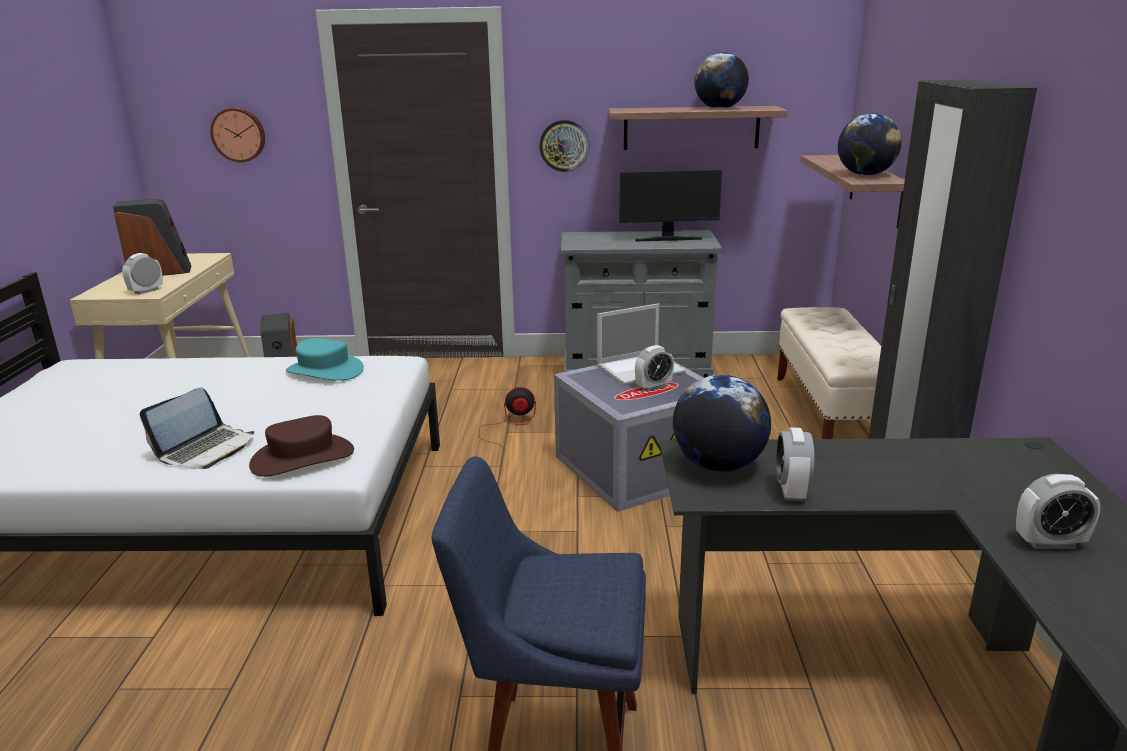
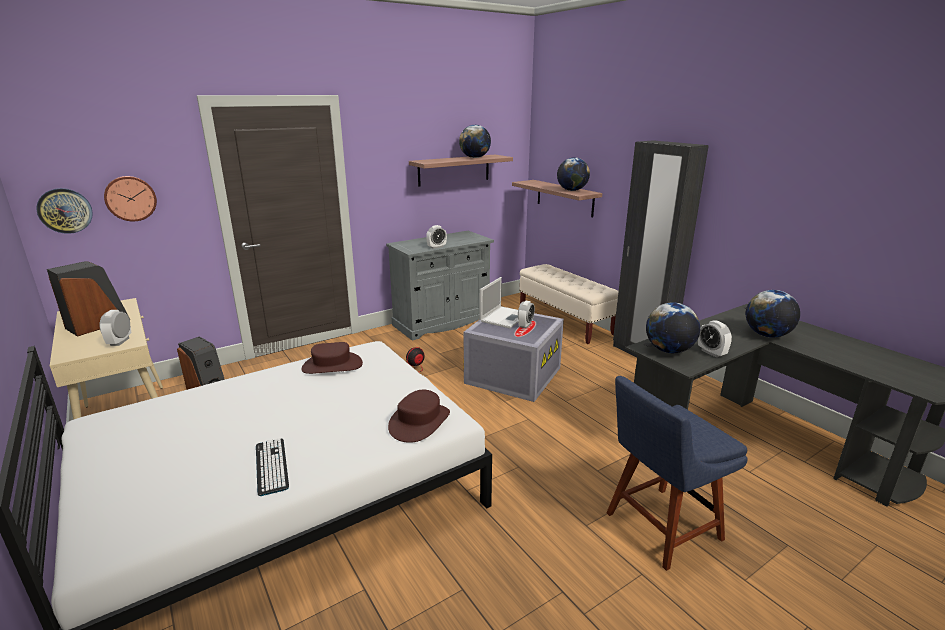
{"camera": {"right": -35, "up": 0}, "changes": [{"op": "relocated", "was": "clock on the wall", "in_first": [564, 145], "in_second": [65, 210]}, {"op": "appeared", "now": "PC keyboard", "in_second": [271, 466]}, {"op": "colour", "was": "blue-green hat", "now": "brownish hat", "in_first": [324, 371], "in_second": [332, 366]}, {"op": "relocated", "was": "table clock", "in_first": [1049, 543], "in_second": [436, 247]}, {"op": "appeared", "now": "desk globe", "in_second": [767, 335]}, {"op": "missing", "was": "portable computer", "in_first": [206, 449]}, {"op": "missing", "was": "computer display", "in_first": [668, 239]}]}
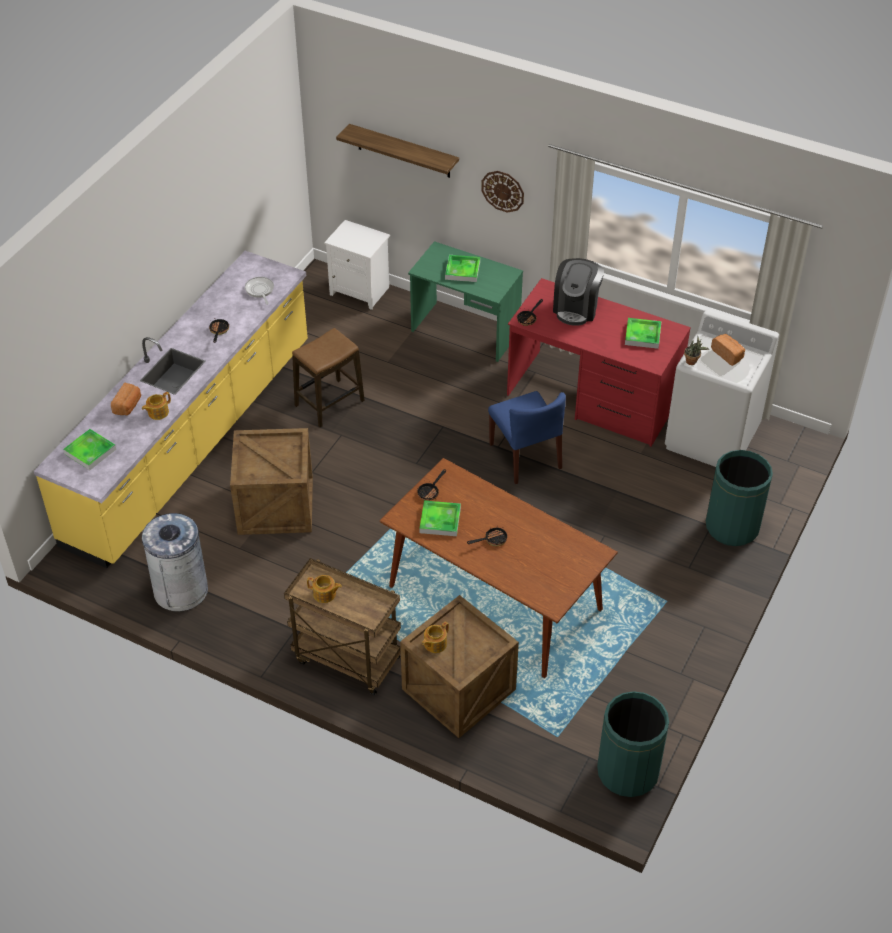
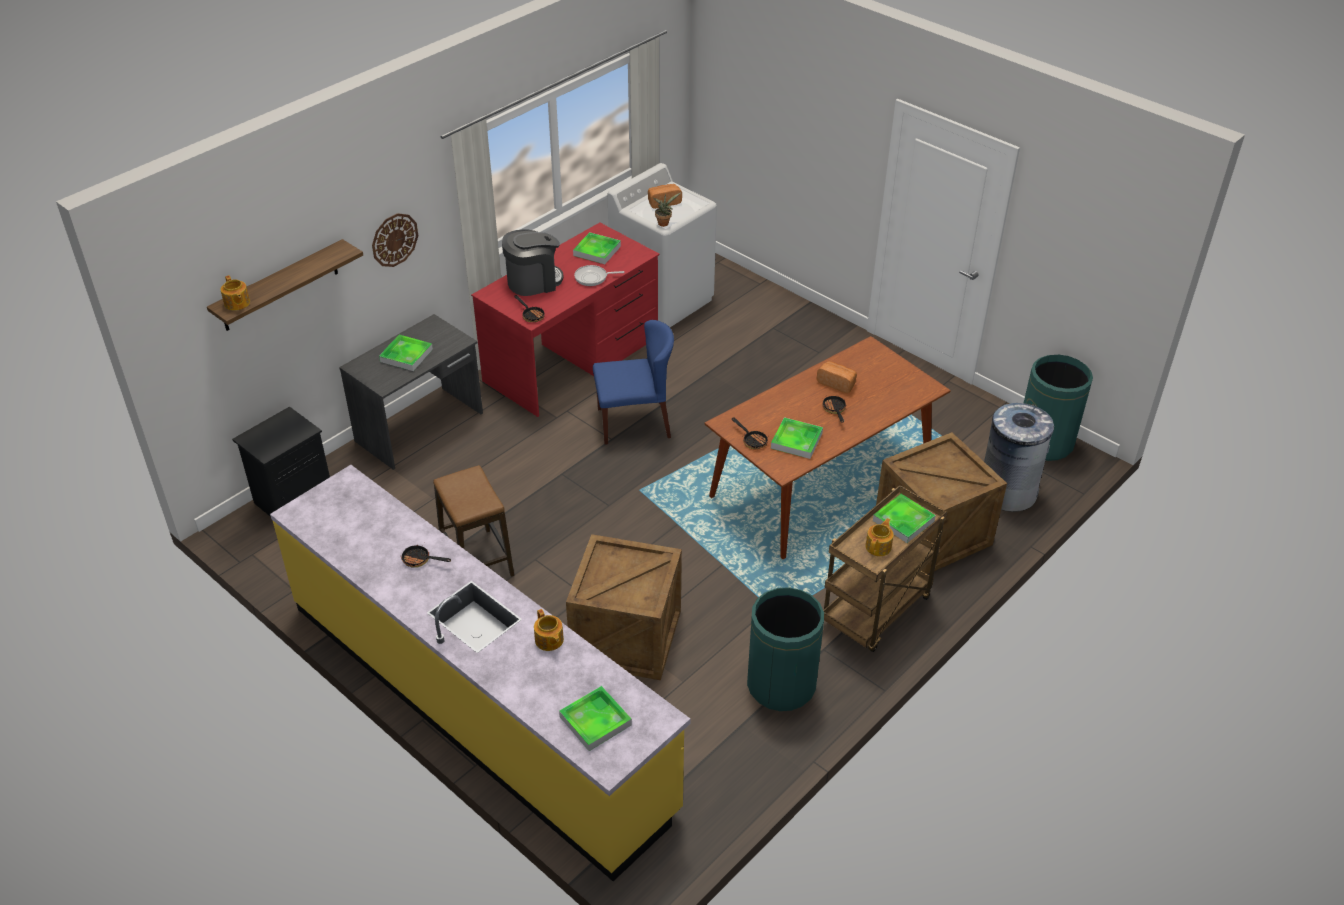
{"camera": {"right": -75, "up": -5}, "changes": [{"op": "relocated", "was": "tea pot", "in_first": [434, 644], "in_second": [237, 303]}, {"op": "colour", "was": "white nightstand", "now": "blackish nightstand", "in_first": [361, 291], "in_second": [293, 498]}, {"op": "colour", "was": "green desk", "now": "gray desk", "in_first": [465, 332], "in_second": [421, 427]}, {"op": "spun", "was": "coffee brewer", "in_first": [576, 308], "in_second": [533, 281], "clockwise": -60}, {"op": "relocated", "was": "frying pan", "in_first": [260, 290], "in_second": [593, 278]}, {"op": "relocated", "was": "green trash can", "in_first": [732, 526], "in_second": [781, 685]}, {"op": "relocated", "was": "bakery bread", "in_first": [128, 406], "in_second": [837, 383]}, {"op": "appeared", "now": "serving tray", "in_second": [903, 521]}, {"op": "relocated", "was": "gray trash can", "in_first": [181, 590], "in_second": [1007, 491]}]}
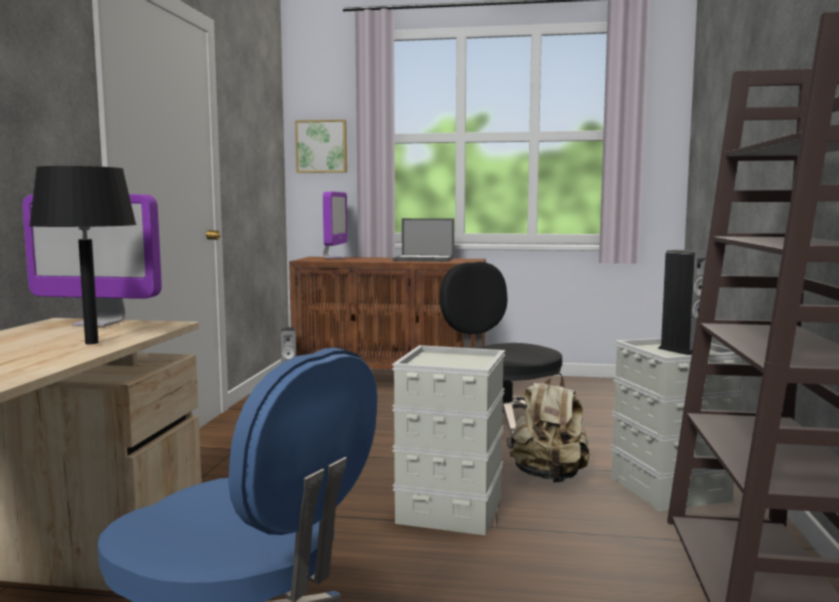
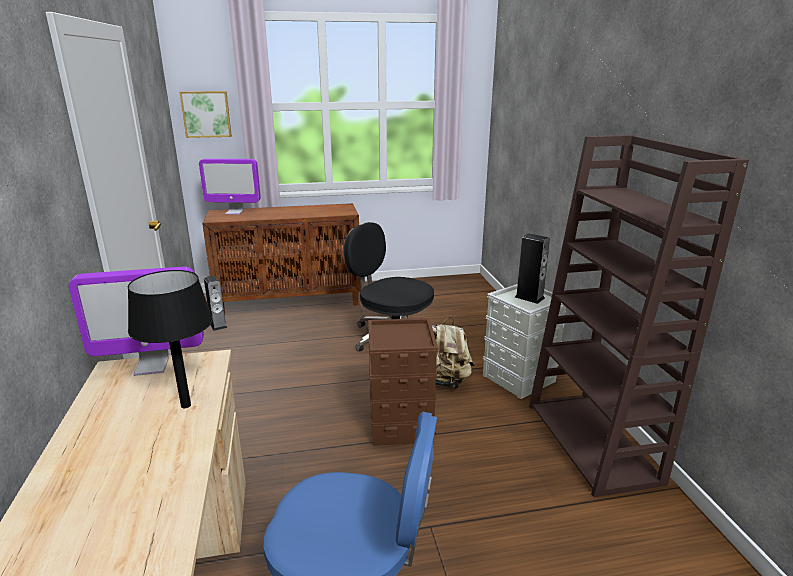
{"camera": {"right": -20, "up": 15}, "changes": [{"op": "spun", "was": "computer display", "in_first": [334, 258], "in_second": [234, 212], "clockwise": 105}, {"op": "colour", "was": "gray storage box", "now": "brownish storage box", "in_first": [451, 510], "in_second": [401, 425]}, {"op": "missing", "was": "portable computer", "in_first": [425, 259]}]}
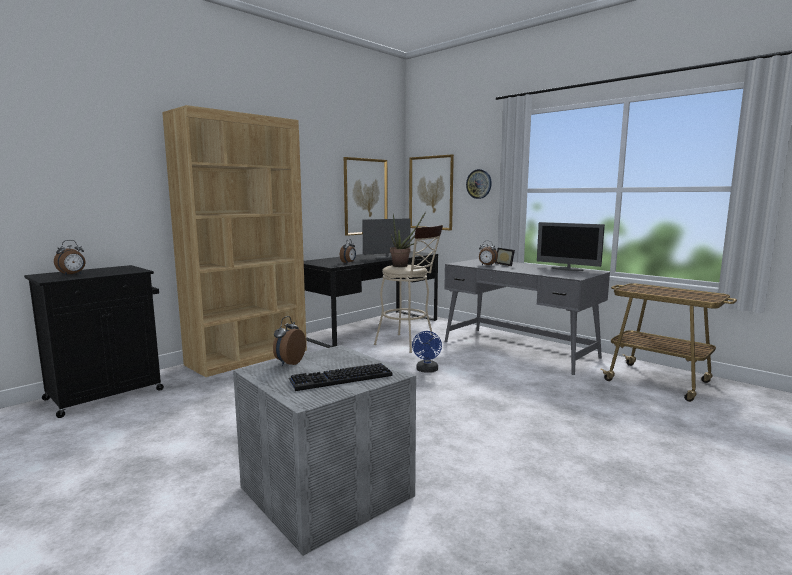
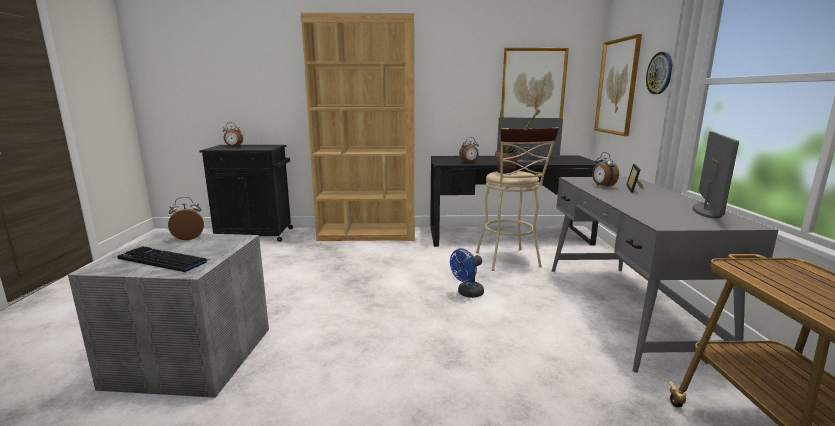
{"camera": {"right": 45, "up": 5}, "changes": [{"op": "spun", "was": "computer display", "in_first": [567, 269], "in_second": [707, 211], "clockwise": -150}]}
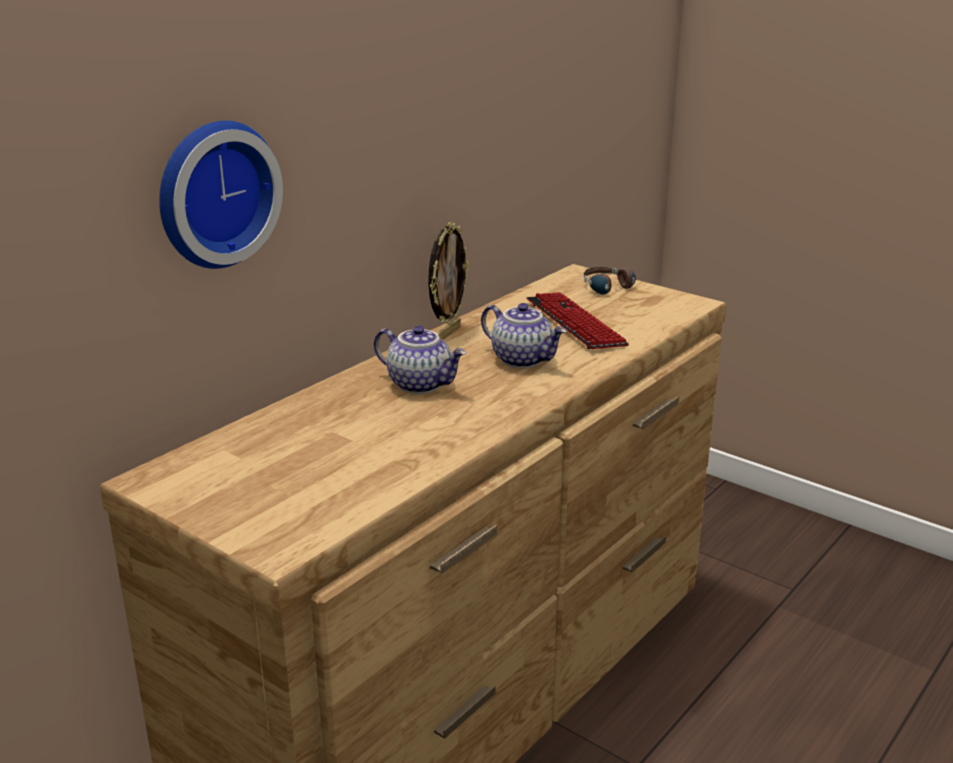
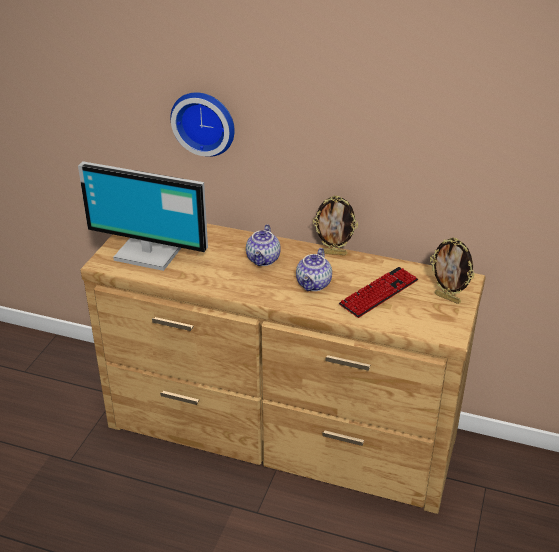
{"camera": {"right": 70, "up": 10}, "changes": [{"op": "appeared", "now": "computer display", "in_second": [148, 253]}, {"op": "exchanged", "was": "headphones", "now": "photo frame", "in_first": [612, 290], "in_second": [448, 298]}]}
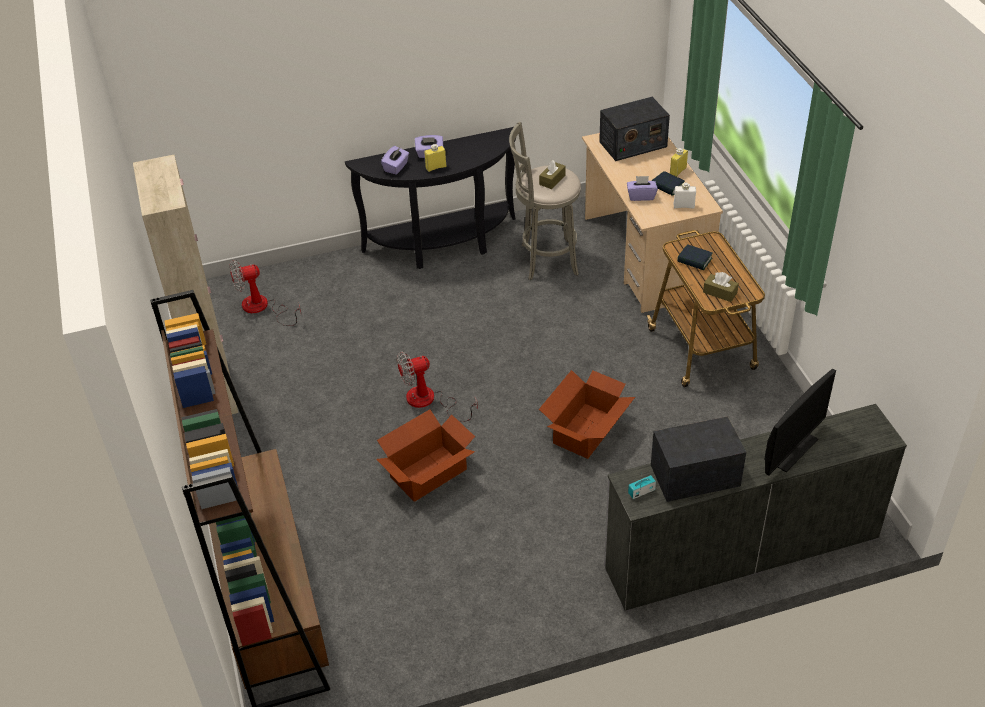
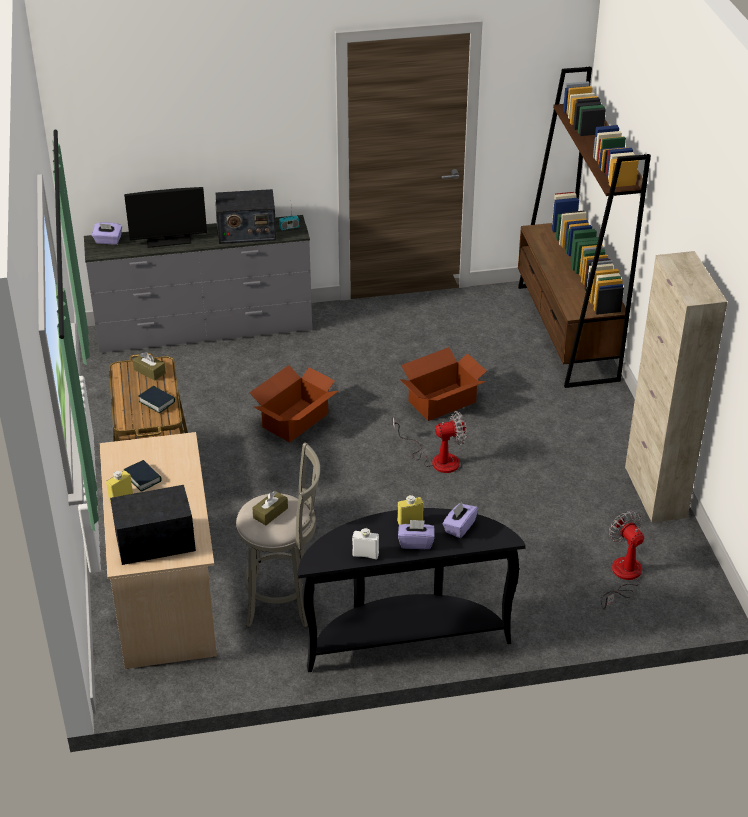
{"camera": {"right": -175, "up": -5}, "changes": [{"op": "relocated", "was": "purple box of tissues", "in_first": [641, 196], "in_second": [108, 241]}, {"op": "spun", "was": "computer display", "in_first": [791, 449], "in_second": [168, 240], "clockwise": -150}, {"op": "relocated", "was": "white beverage bottle", "in_first": [684, 206], "in_second": [365, 554]}, {"op": "spun", "was": "cooling fan", "in_first": [262, 308], "in_second": [623, 577], "clockwise": -105}]}
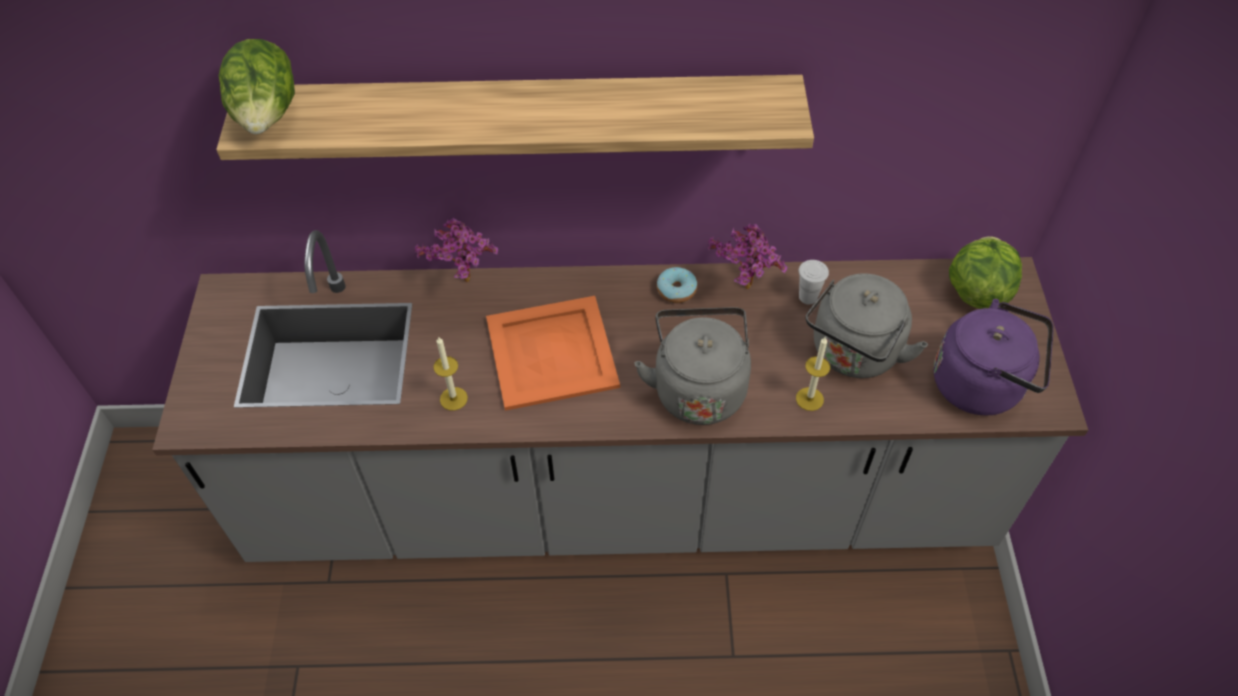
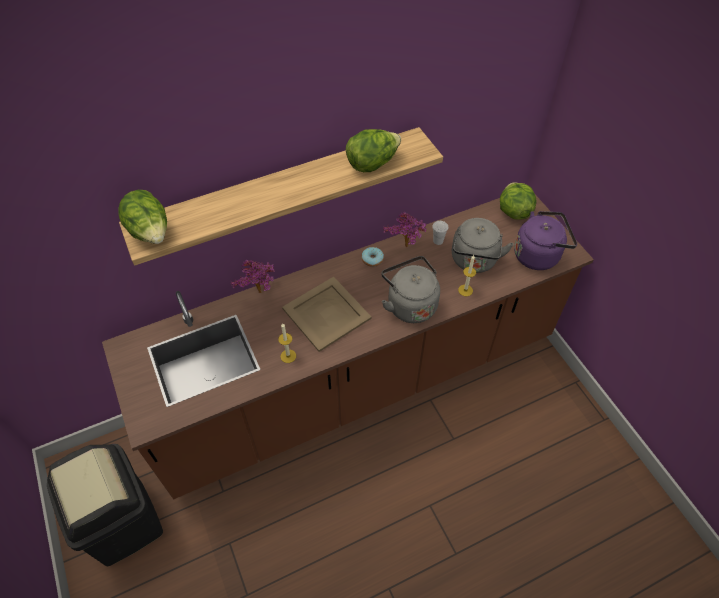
{"camera": {"right": -25, "up": 0}, "changes": [{"op": "appeared", "now": "blackish trash can", "in_second": [123, 522]}, {"op": "colour", "was": "gray counter", "now": "brownish counter", "in_first": [621, 499], "in_second": [359, 383]}, {"op": "colour", "was": "orange serving tray", "now": "beige serving tray", "in_first": [550, 352], "in_second": [325, 313]}, {"op": "appeared", "now": "lettuce", "in_second": [372, 163]}]}
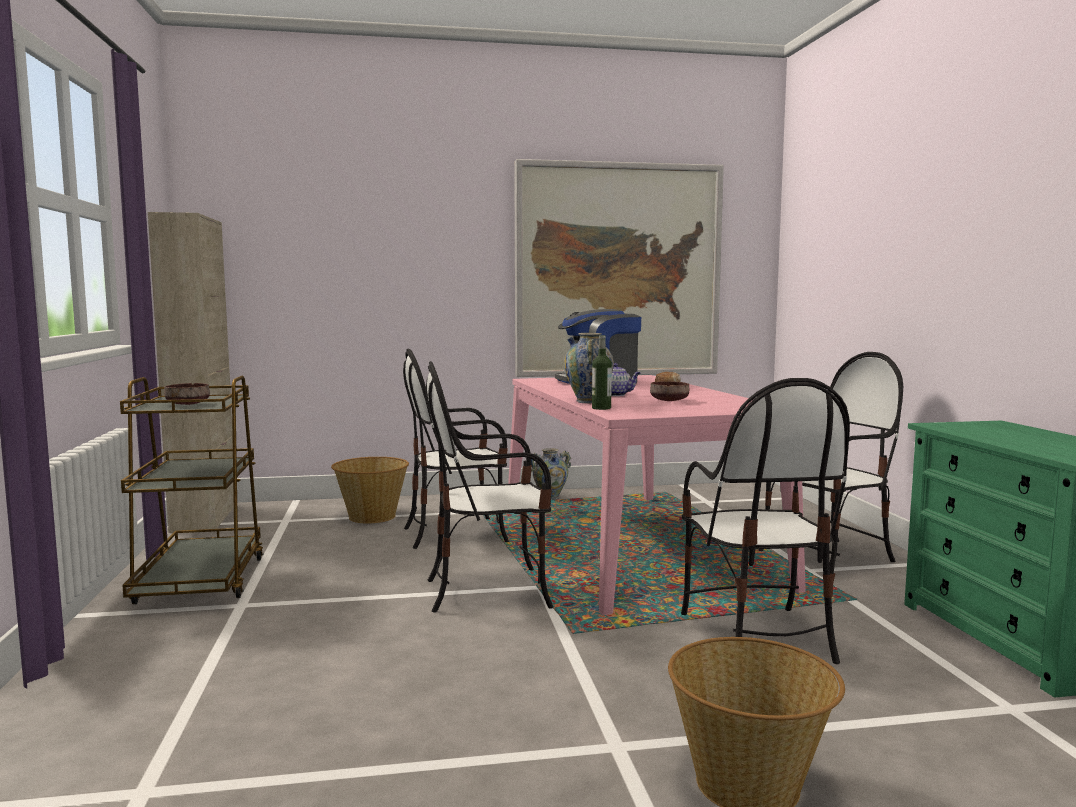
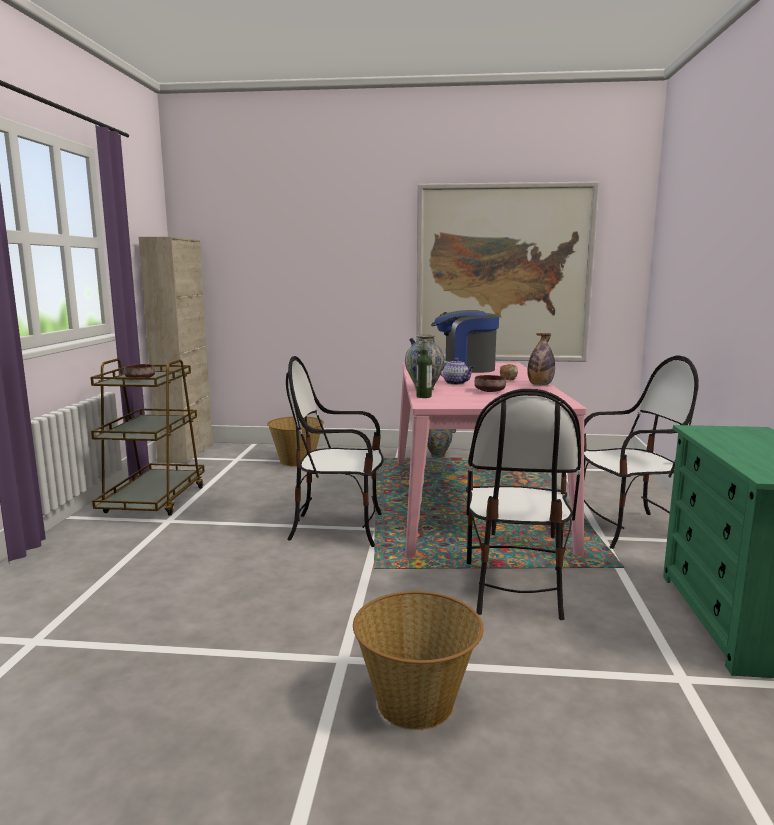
{"camera": {"right": 15, "up": 5}, "changes": [{"op": "appeared", "now": "beverage bottle", "in_second": [540, 385]}, {"op": "missing", "was": "plain chair", "in_first": [457, 534]}]}
